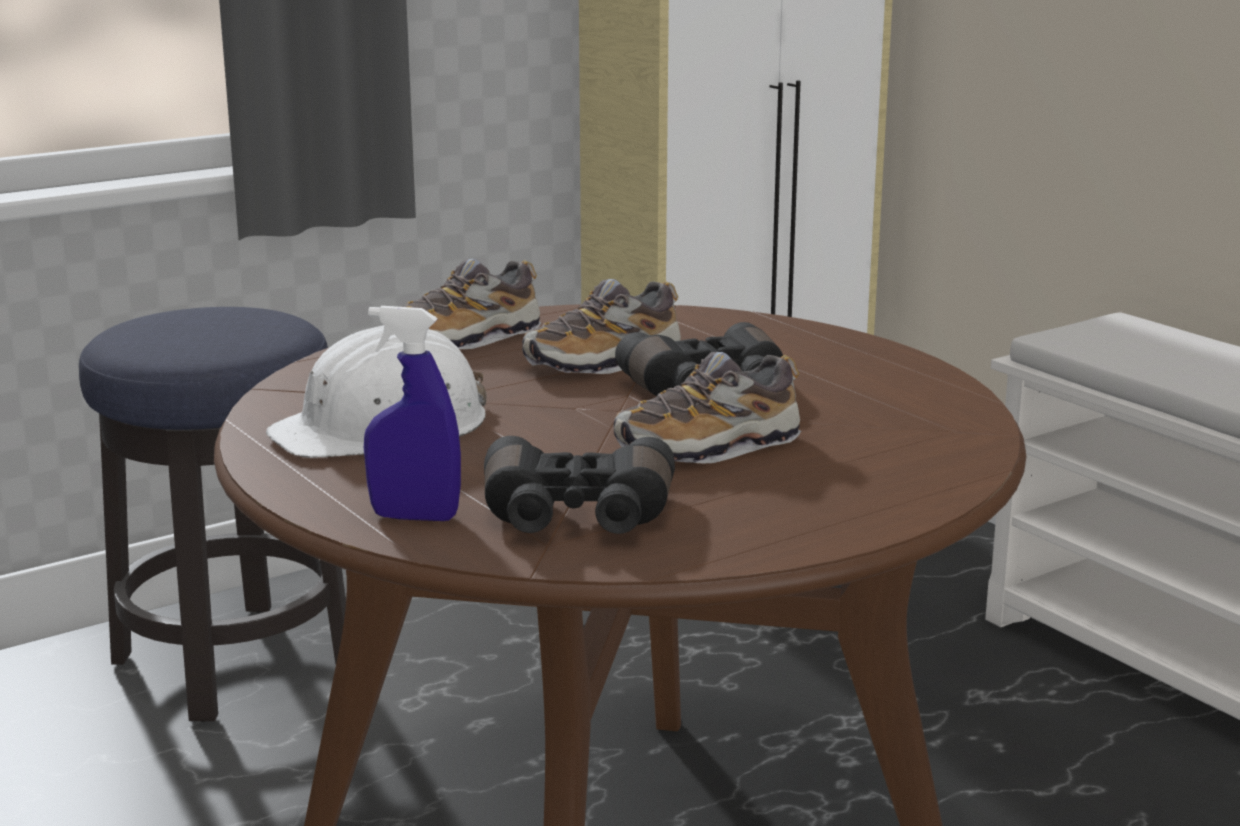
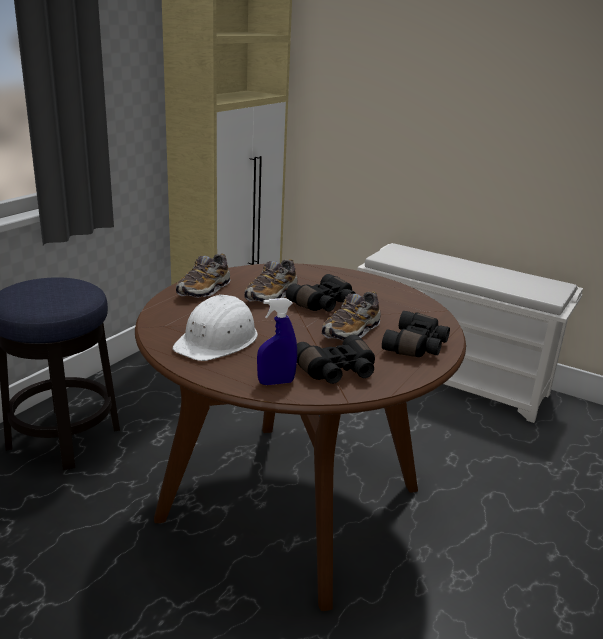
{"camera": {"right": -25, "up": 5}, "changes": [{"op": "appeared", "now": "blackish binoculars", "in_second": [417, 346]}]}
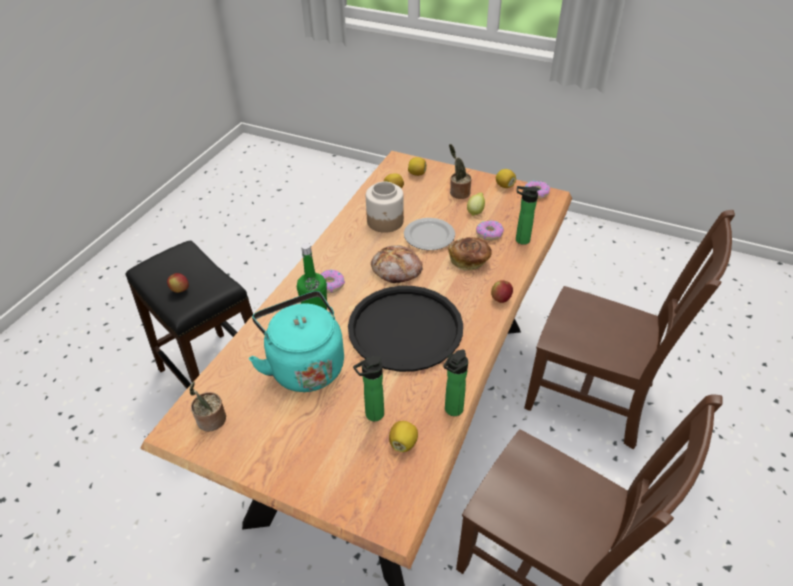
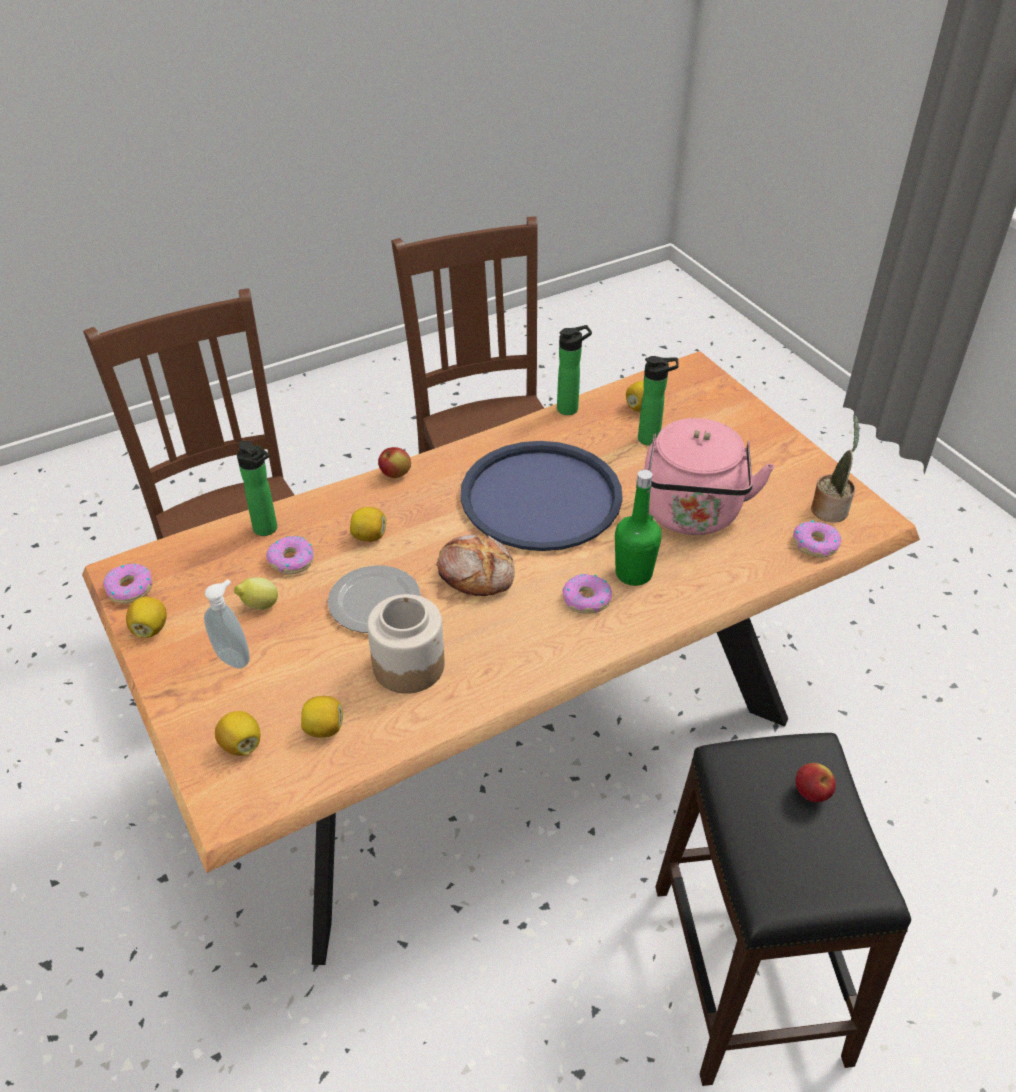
{"camera": {"right": -145, "up": 0}, "changes": [{"op": "exchanged", "was": "potted plant", "now": "soap bottle", "in_first": [458, 193], "in_second": [234, 657]}, {"op": "exchanged", "was": "bakery bread", "now": "whole lemon", "in_first": [469, 261], "in_second": [369, 536]}, {"op": "colour", "was": "blackish serving tray", "now": "blue-coloured serving tray", "in_first": [405, 328], "in_second": [541, 497]}, {"op": "colour", "was": "blue-green water kettle", "now": "pinkish water kettle", "in_first": [304, 365], "in_second": [692, 515]}, {"op": "appeared", "now": "ring doughnut", "in_second": [815, 544]}]}
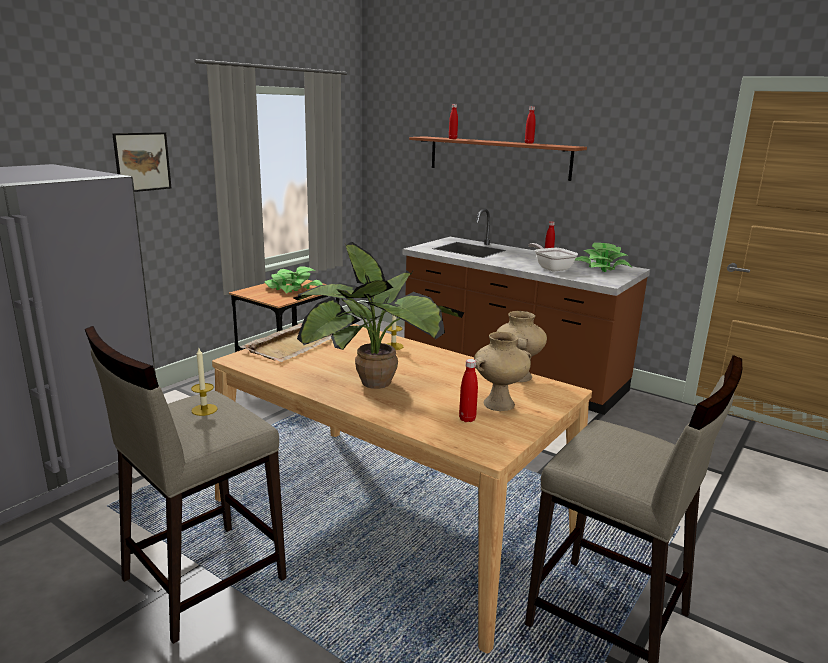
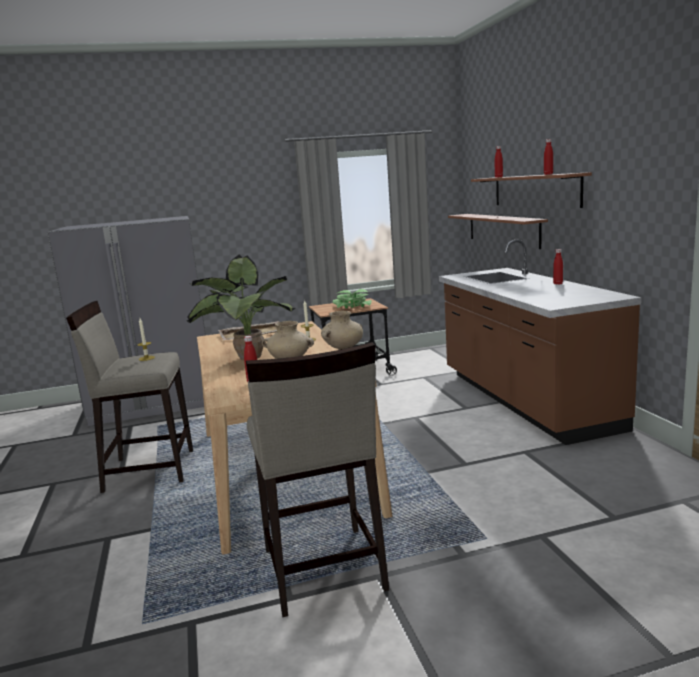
{"camera": {"right": 40, "up": -5}, "changes": [{"op": "appeared", "now": "bracket shelf", "in_second": [502, 229]}, {"op": "missing", "was": "wall art", "in_first": [142, 162]}, {"op": "missing", "was": "frying pan", "in_first": [551, 268]}, {"op": "missing", "was": "potted plant", "in_first": [601, 267]}]}
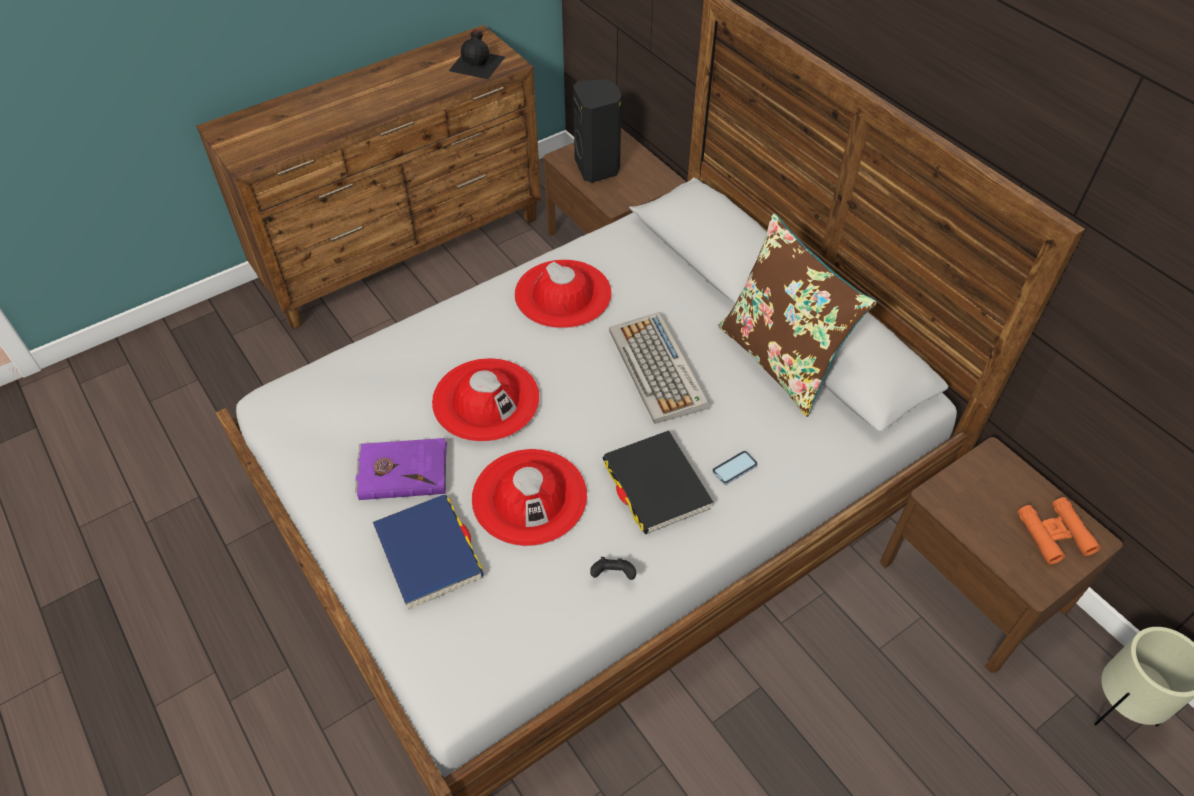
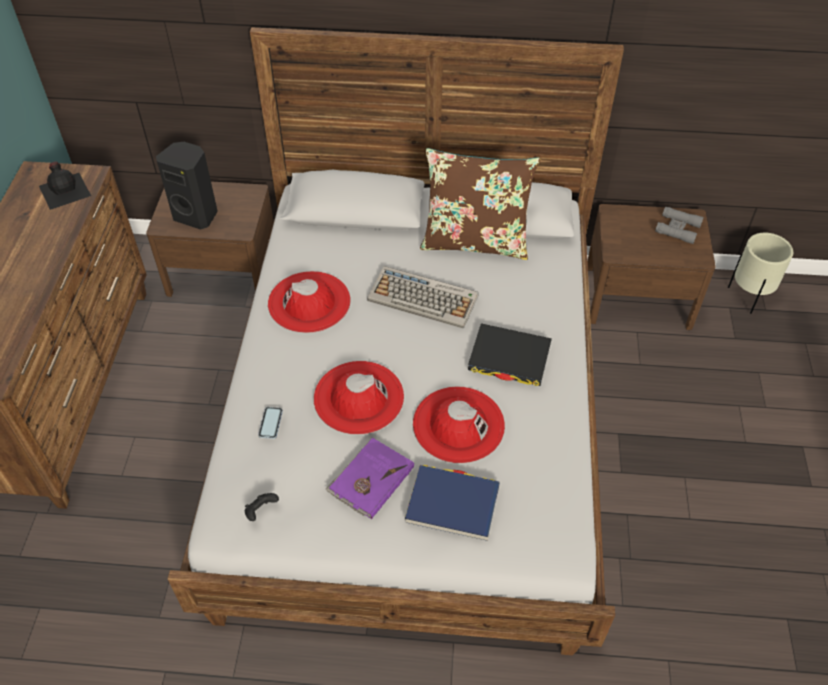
{"camera": {"right": -50, "up": 0}, "changes": [{"op": "relocated", "was": "blackish game controller", "in_first": [613, 575], "in_second": [261, 511]}, {"op": "relocated", "was": "telephone", "in_first": [734, 468], "in_second": [270, 423]}, {"op": "colour", "was": "orange binoculars", "now": "gray binoculars", "in_first": [1054, 534], "in_second": [677, 229]}]}
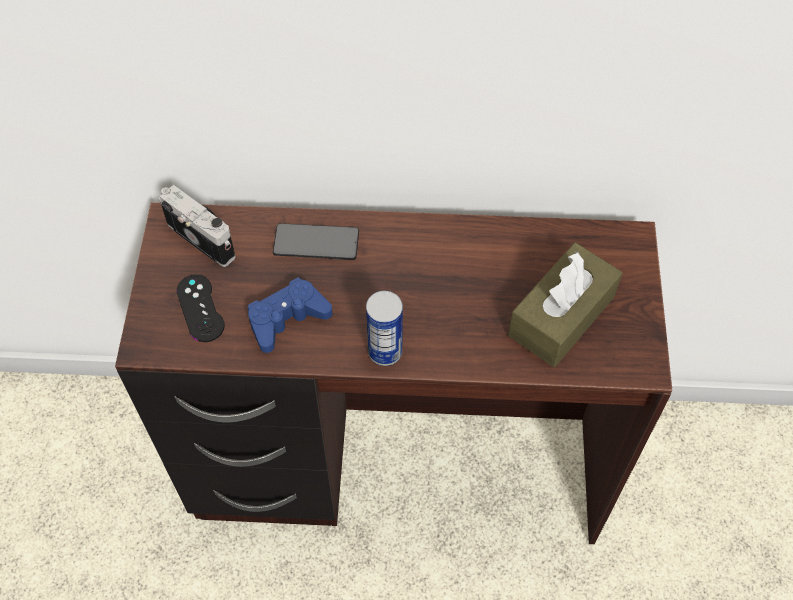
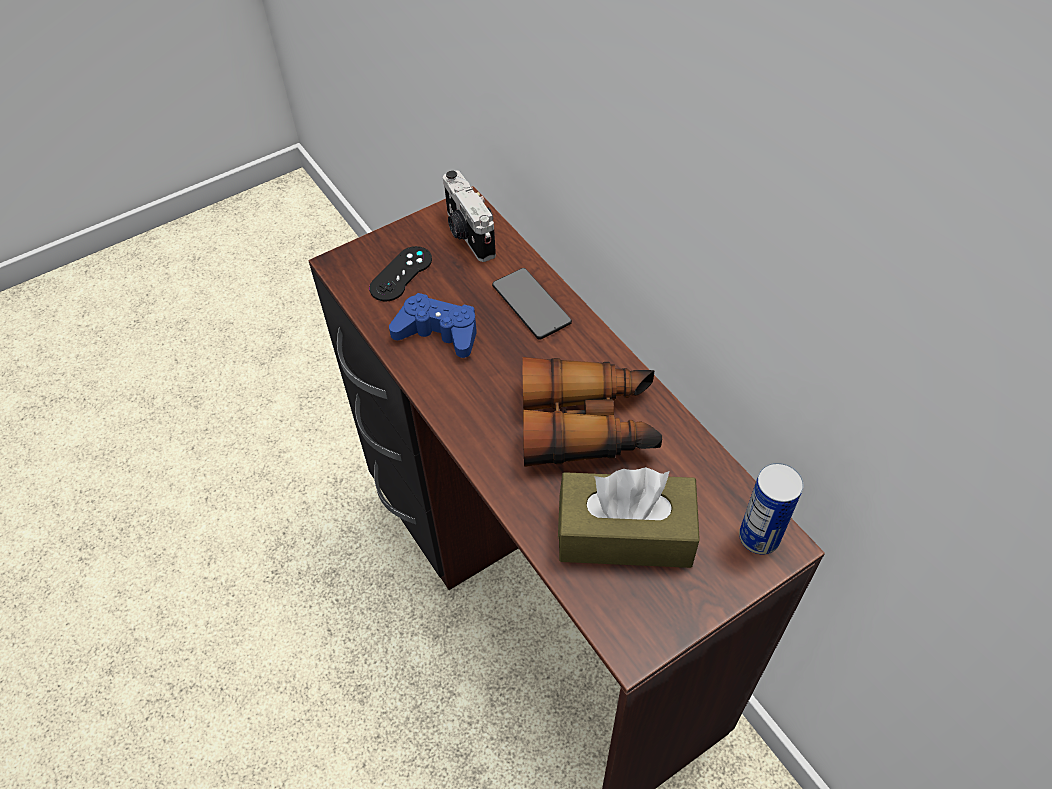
{"camera": {"right": 55, "up": -5}, "changes": [{"op": "spun", "was": "still camera", "in_first": [203, 238], "in_second": [468, 235], "clockwise": 150}, {"op": "appeared", "now": "binoculars", "in_second": [589, 425]}, {"op": "relocated", "was": "sealed can", "in_first": [385, 352], "in_second": [759, 537]}]}
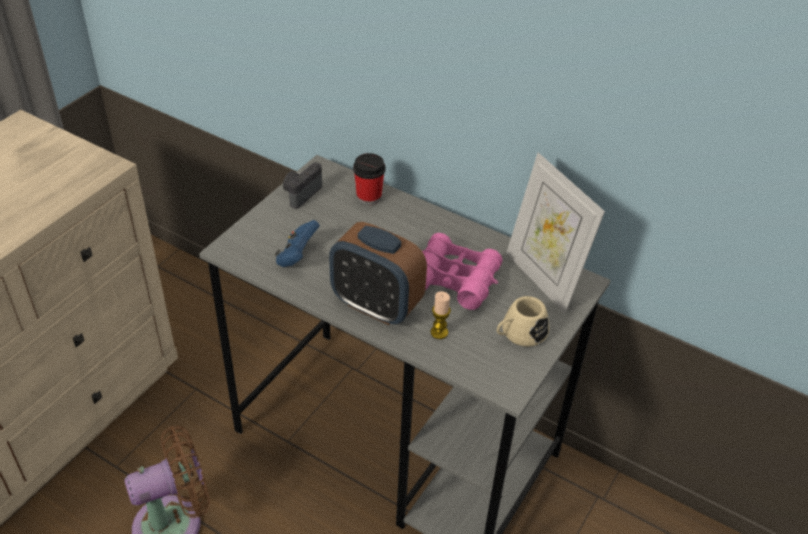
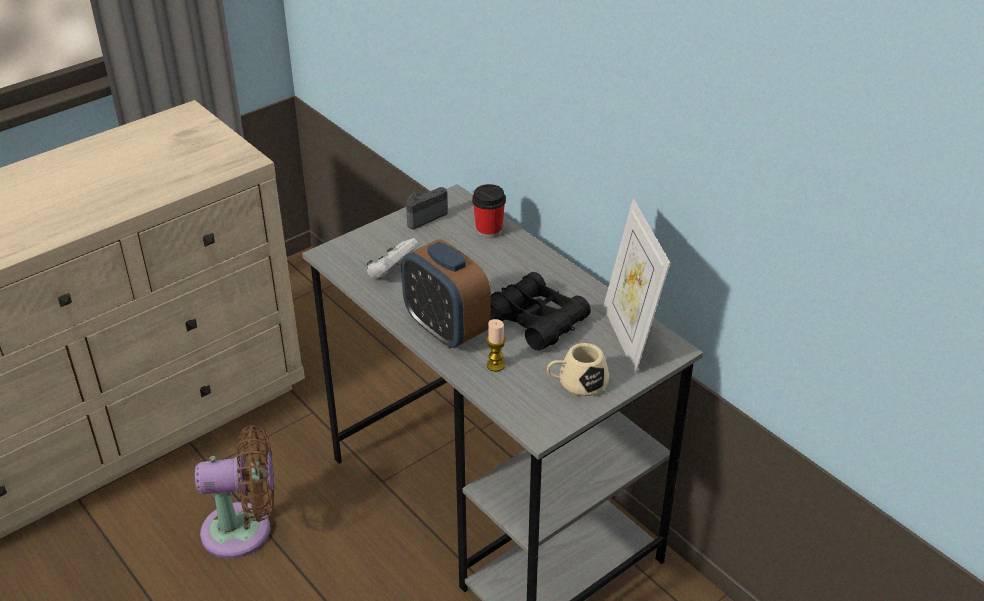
{"camera": {"right": 20, "up": -5}, "changes": [{"op": "colour", "was": "blue-coloured game controller", "now": "white game controller", "in_first": [297, 256], "in_second": [391, 272]}, {"op": "colour", "was": "pinkish binoculars", "now": "blackish binoculars", "in_first": [453, 279], "in_second": [535, 320]}]}
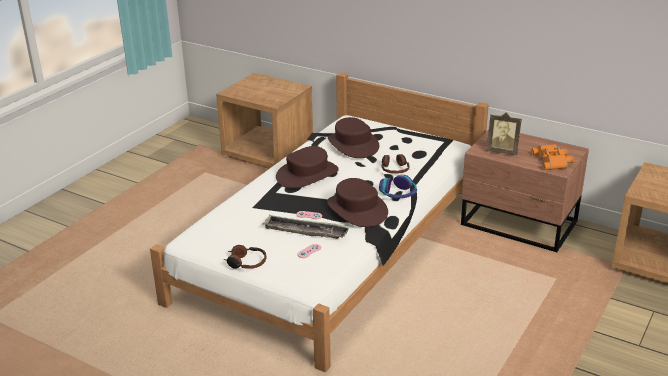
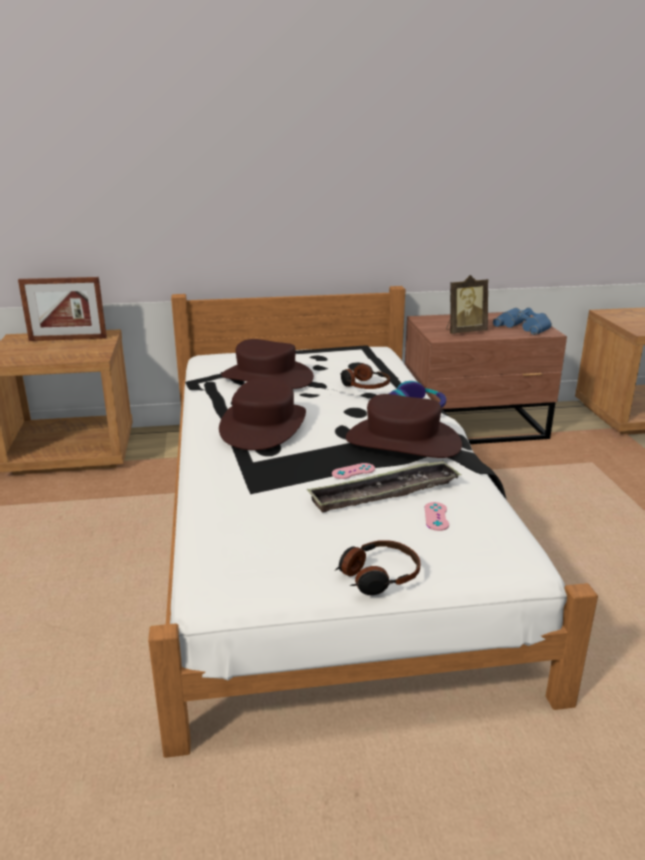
{"camera": {"right": -40, "up": -5}, "changes": [{"op": "appeared", "now": "photo frame", "in_second": [68, 339]}, {"op": "colour", "was": "orange binoculars", "now": "blue-coloured binoculars", "in_first": [553, 161], "in_second": [524, 326]}]}
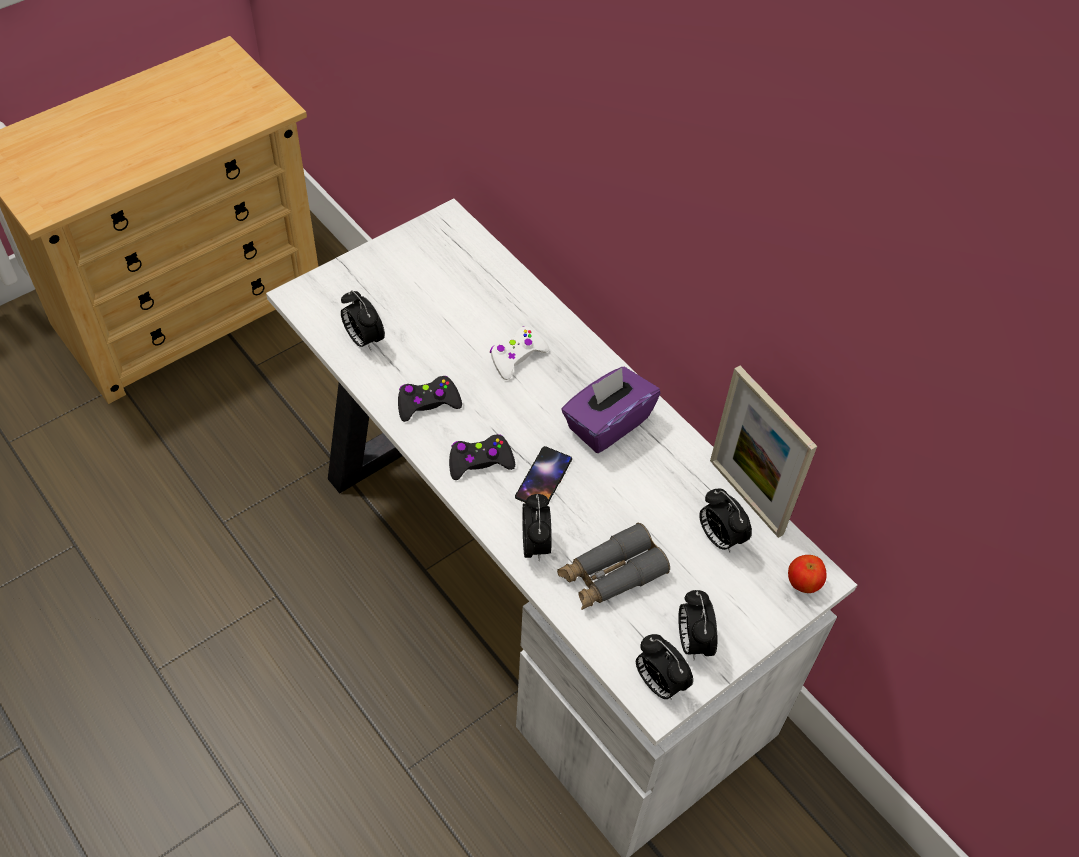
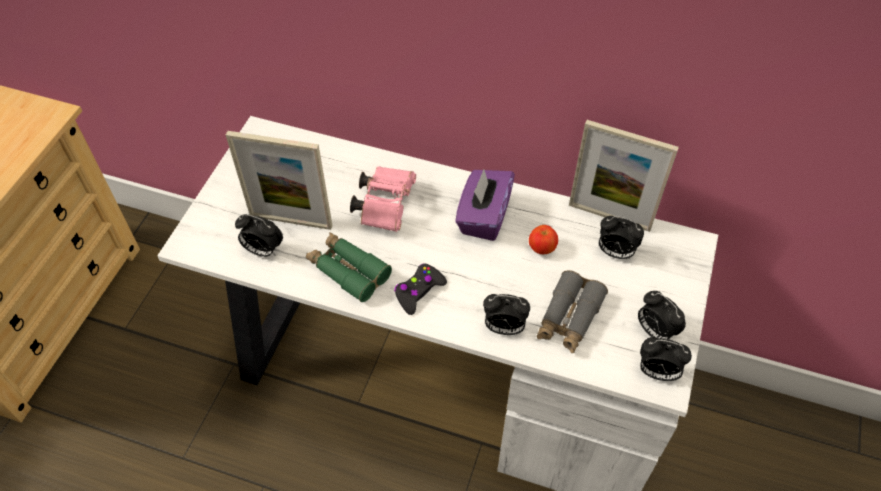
{"camera": {"right": -30, "up": 0}, "changes": [{"op": "appeared", "now": "photo frame", "in_second": [291, 221]}, {"op": "exchanged", "was": "blackish game controller", "now": "green binoculars", "in_first": [427, 403], "in_second": [348, 271]}, {"op": "exchanged", "was": "white game controller", "now": "pinkish binoculars", "in_first": [517, 357], "in_second": [385, 204]}, {"op": "spun", "was": "table clock", "in_first": [535, 545], "in_second": [504, 328], "clockwise": 135}, {"op": "relocated", "was": "whole apple", "in_first": [803, 583], "in_second": [542, 248]}, {"op": "missing", "was": "telephone", "in_first": [544, 478]}]}
